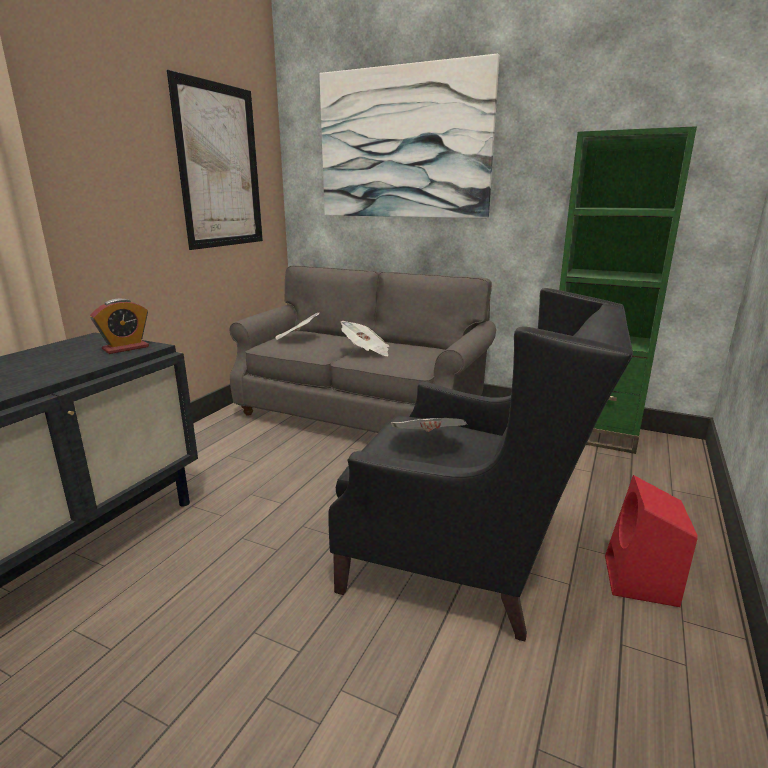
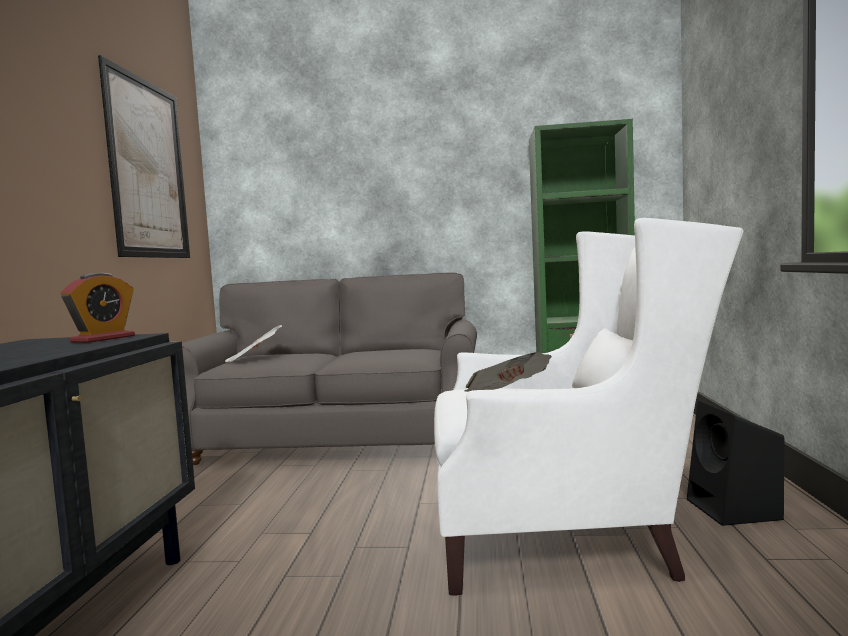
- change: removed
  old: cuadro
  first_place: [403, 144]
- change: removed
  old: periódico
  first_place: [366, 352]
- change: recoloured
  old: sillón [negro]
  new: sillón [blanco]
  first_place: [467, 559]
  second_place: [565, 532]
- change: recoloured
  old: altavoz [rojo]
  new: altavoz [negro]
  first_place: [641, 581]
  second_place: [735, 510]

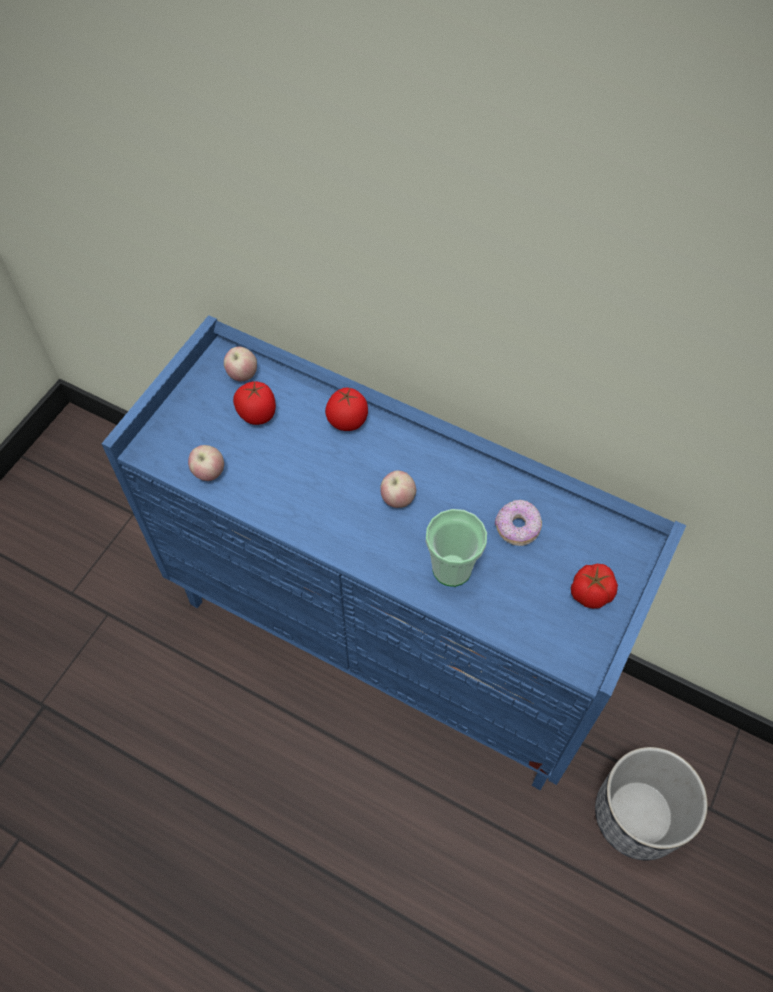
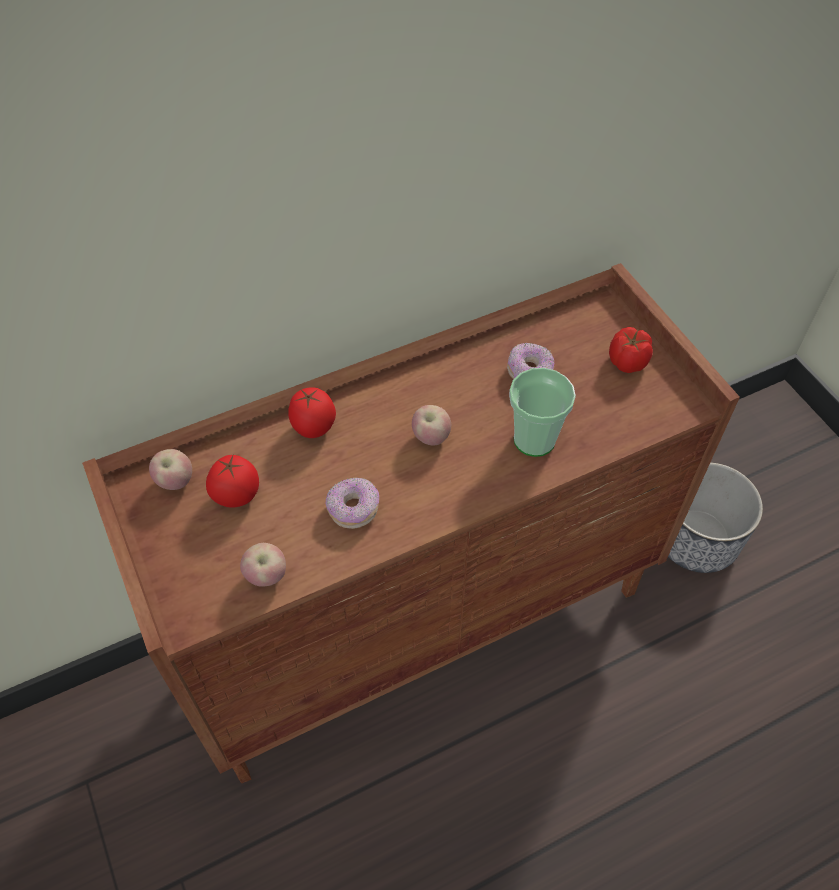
- change: added
  new: rosquilla
  second_place: [353, 509]
- change: recoloured
  old: armario [azul]
  new: armario [marrón]
  first_place: [388, 642]
  second_place: [422, 625]

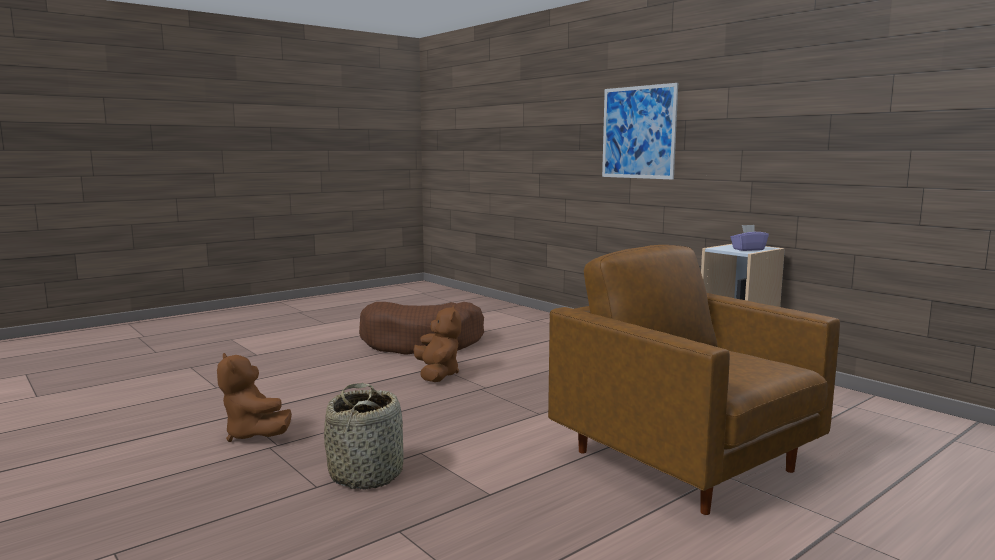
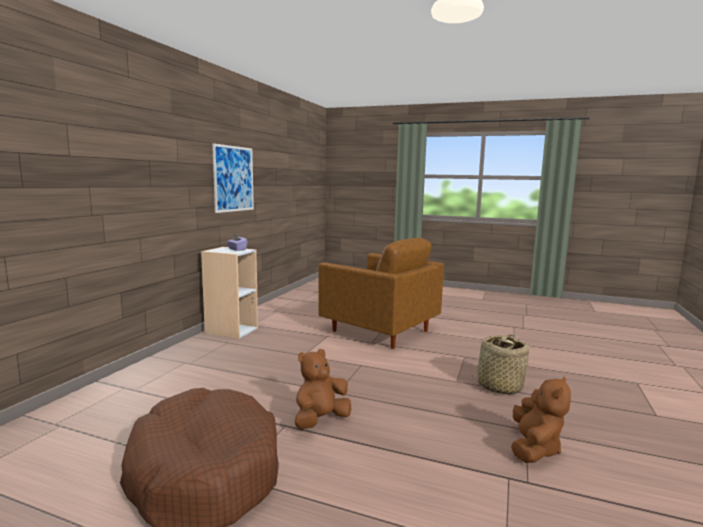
- change: moved
  old: cuadro
  first_place: [638, 132]
  second_place: [234, 179]
- change: turned
  old: sillón [marrón]
  first_place: [686, 462]
  second_place: [379, 331]
  degrees: -75

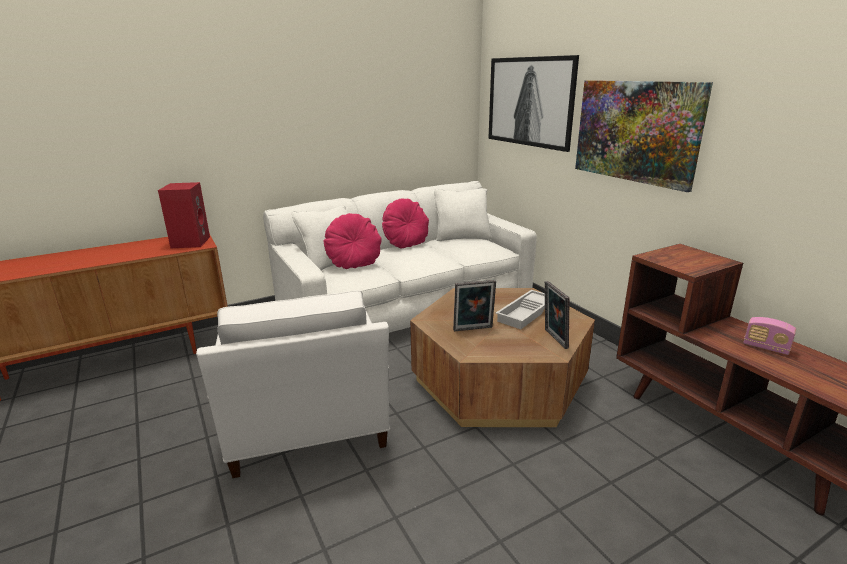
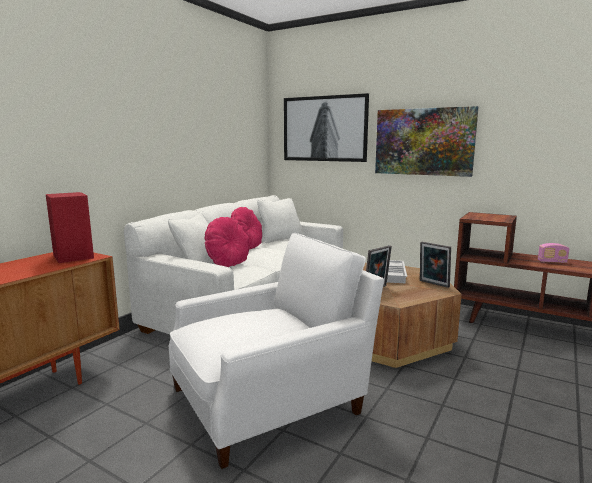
- change: turned
  old: sillón [blanco]
  first_place: [306, 418]
  second_place: [269, 399]
  degrees: -75

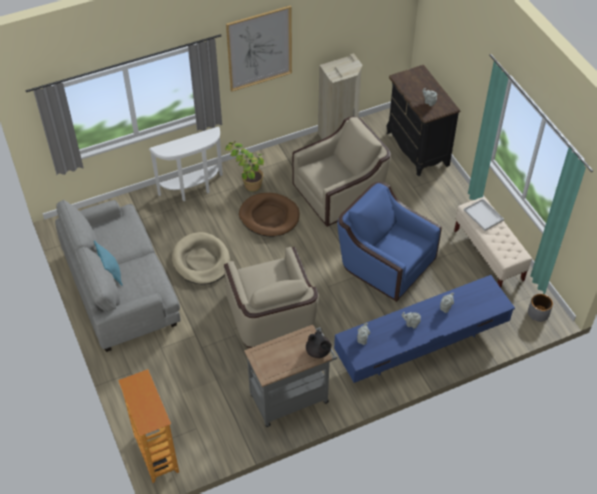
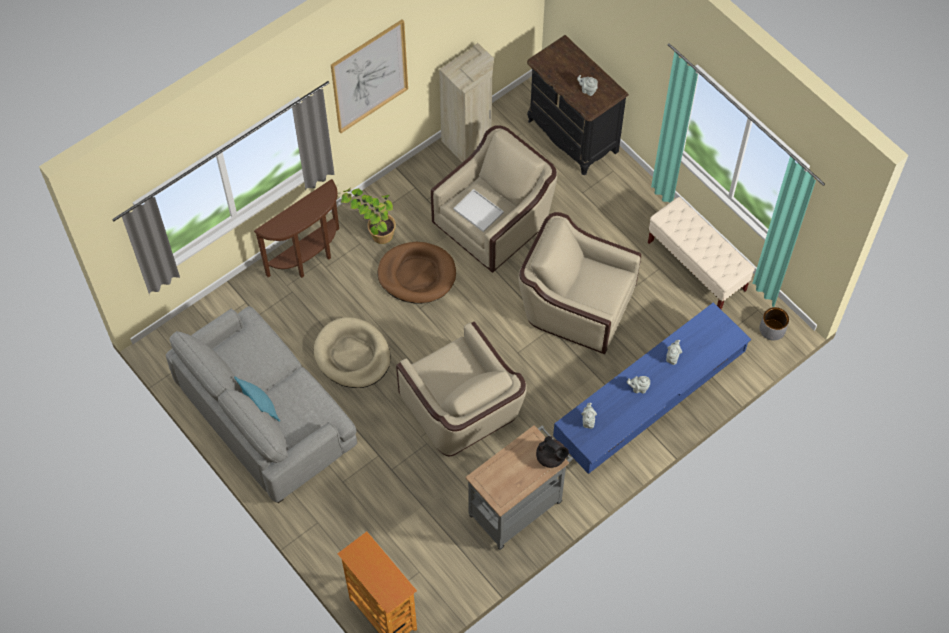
- change: moved
  old: bandeja [blanco]
  first_place: [482, 215]
  second_place: [477, 211]
- change: recoloured
  old: mesa consola [blanco]
  new: mesa consola [marrón]
  first_place: [193, 190]
  second_place: [309, 258]
- change: recoloured
  old: sillón [azul]
  new: sillón [beis]
  first_place: [384, 260]
  second_place: [575, 302]

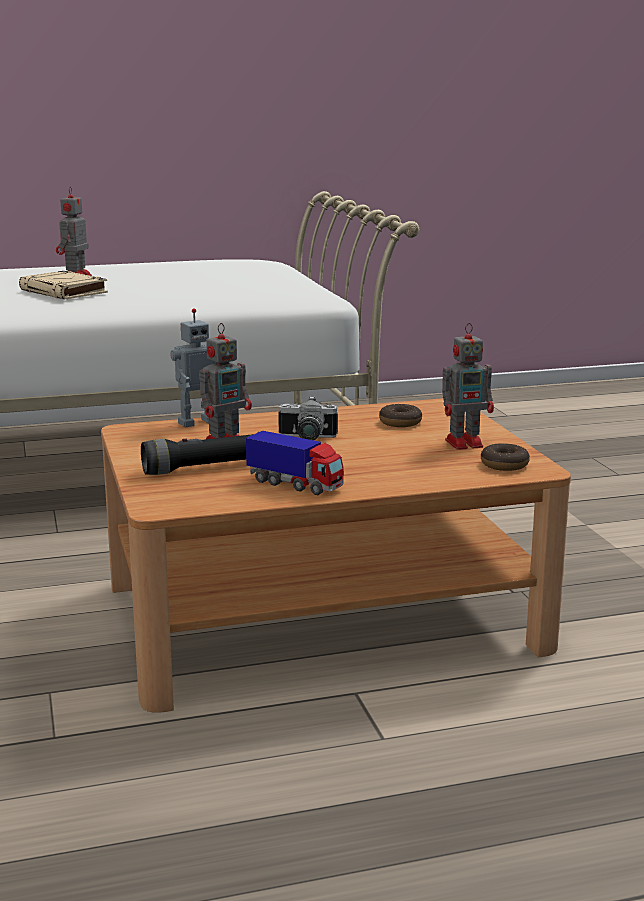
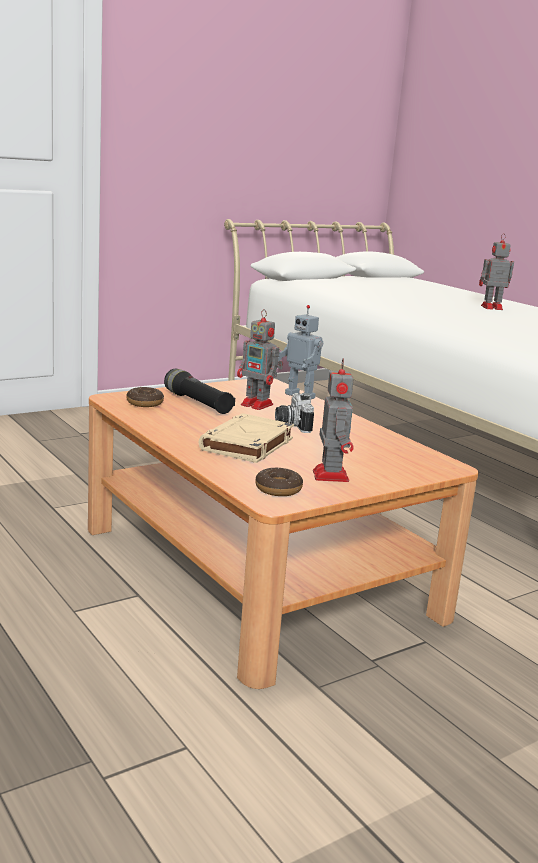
- change: removed
  old: camión de juguete
  first_place: [295, 484]
- change: moved
  old: libro [beis]
  first_place: [64, 292]
  second_place: [247, 445]
- change: moved
  old: rosquilla
  first_place: [400, 422]
  second_place: [145, 403]
- change: turned
  old: robot de juguete
  first_place: [466, 443]
  second_place: [330, 475]
  degrees: -150

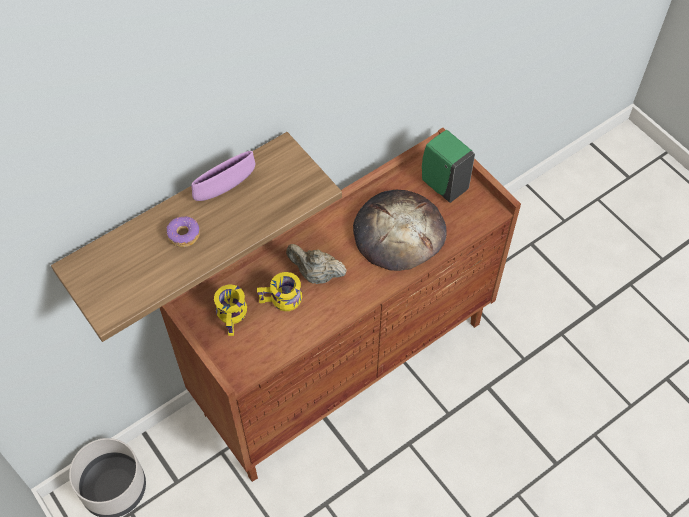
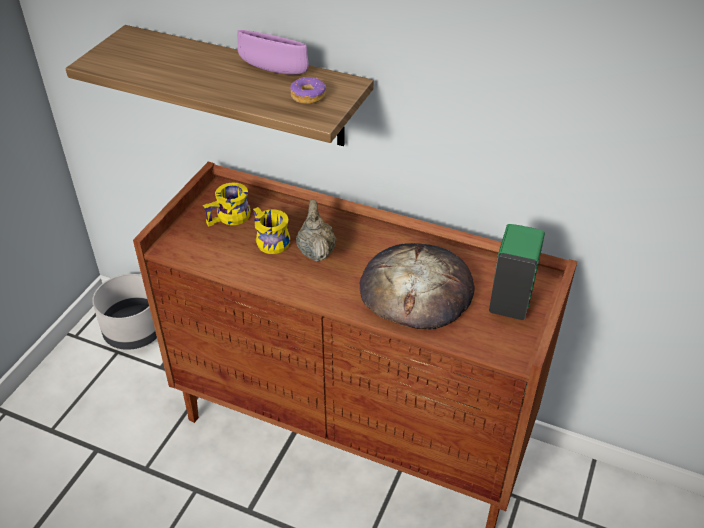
- change: moved
  old: rosquilla
  first_place: [183, 235]
  second_place: [308, 96]

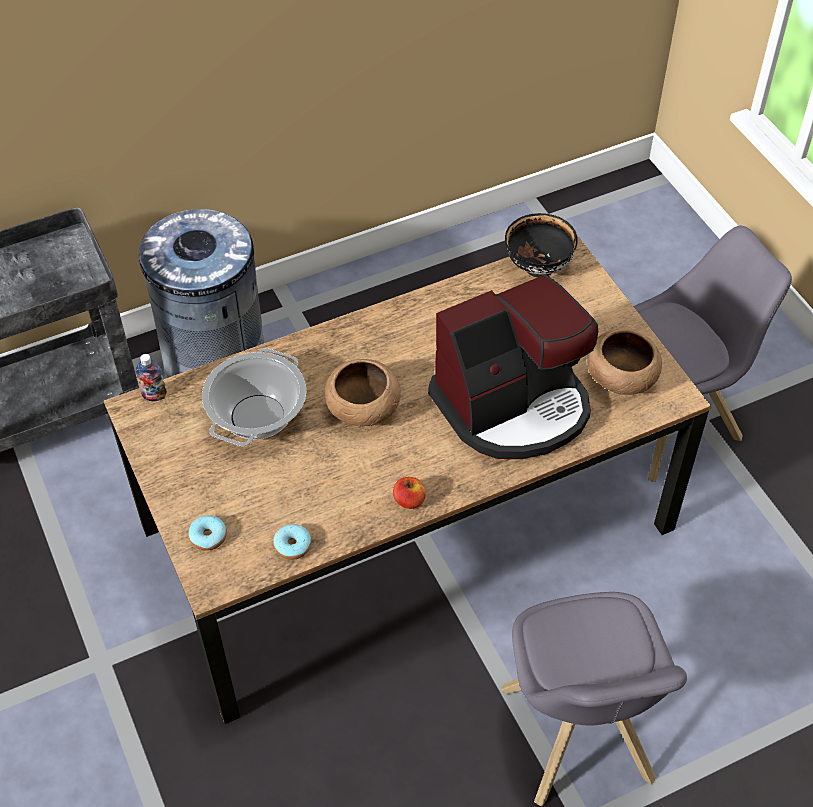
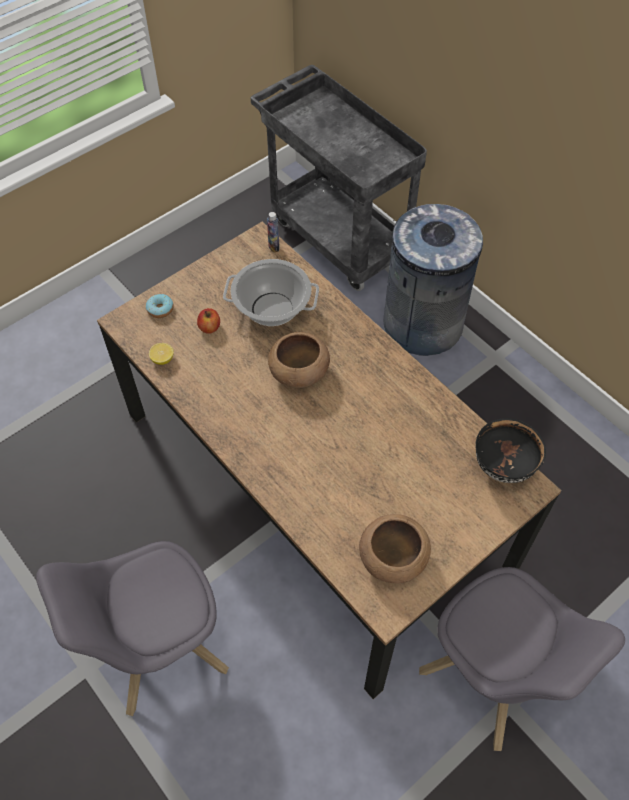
- change: removed
  old: cafetera
  first_place: [513, 406]
- change: moved
  old: manzana
  first_place: [409, 500]
  second_place: [209, 327]
- change: replaced
  old: rosquilla
  new: limón
  first_place: [292, 546]
  second_place: [162, 359]

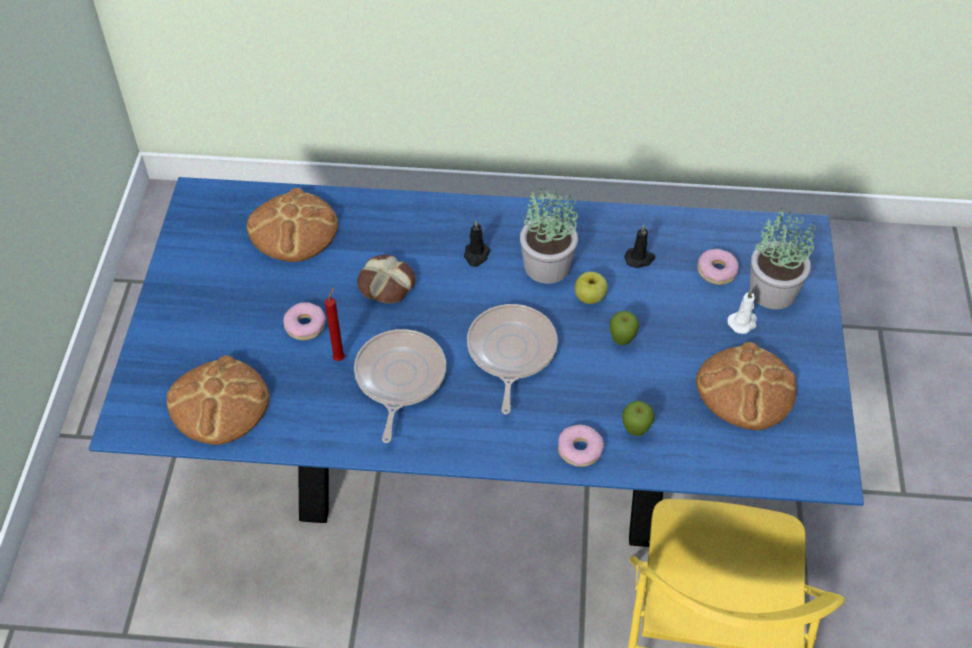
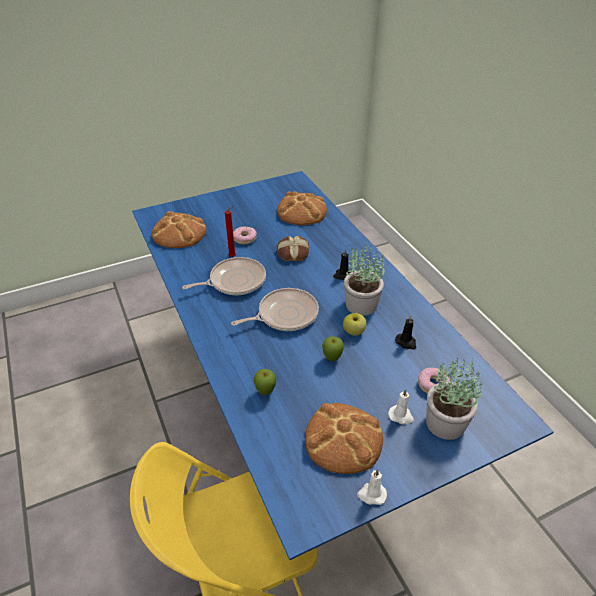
- change: removed
  old: rosquilla
  first_place: [580, 449]
- change: added
  new: vela [blanco]
  second_place: [371, 494]

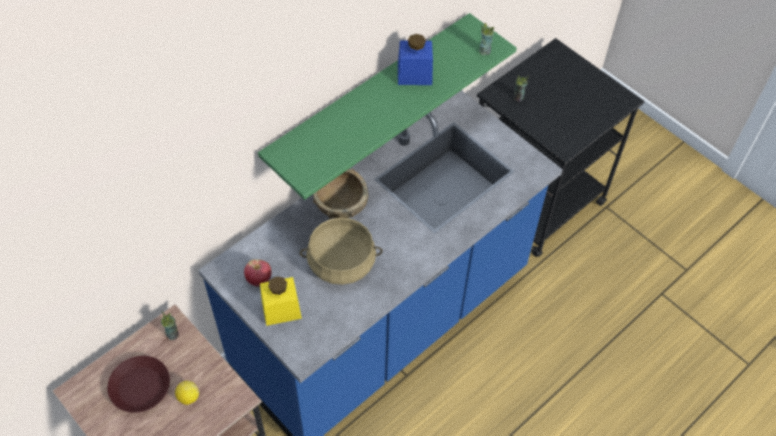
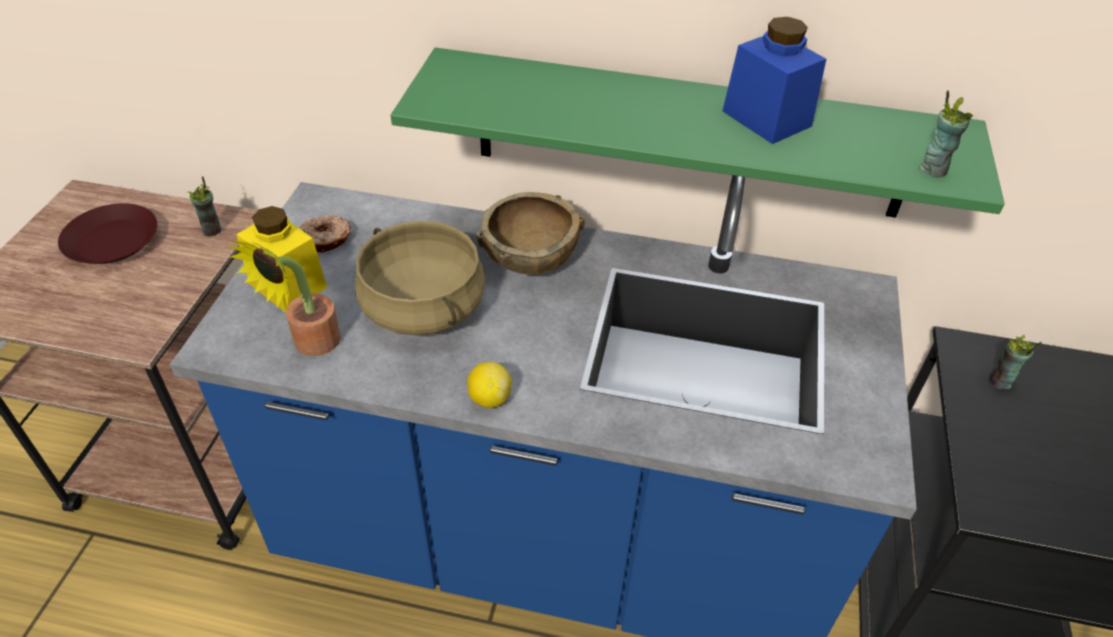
- change: added
  new: planta en maceta
  second_place: [310, 345]
- change: moved
  old: limón
  first_place: [188, 397]
  second_place: [489, 398]
- change: replaced
  old: manzana
  new: rosquilla
  first_place: [259, 280]
  second_place: [325, 240]

